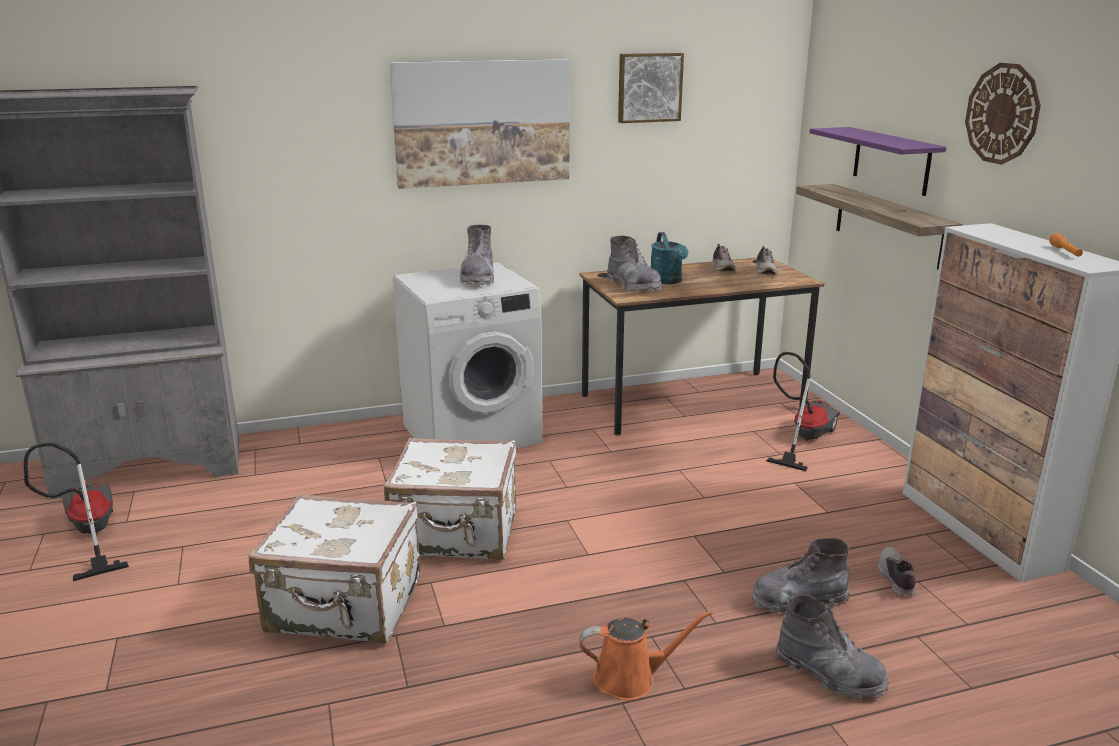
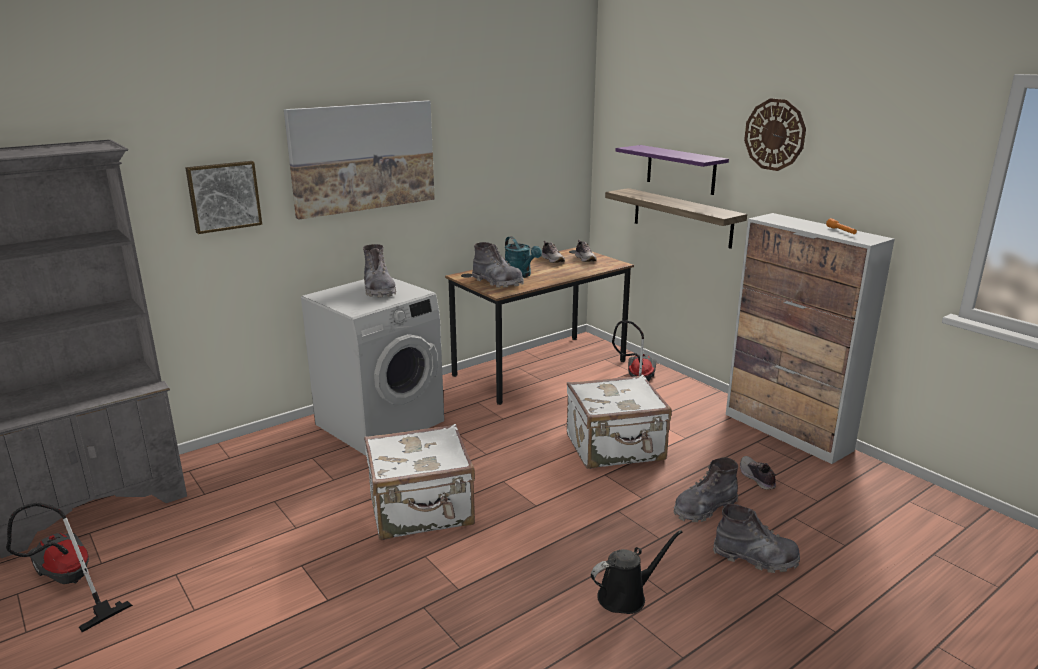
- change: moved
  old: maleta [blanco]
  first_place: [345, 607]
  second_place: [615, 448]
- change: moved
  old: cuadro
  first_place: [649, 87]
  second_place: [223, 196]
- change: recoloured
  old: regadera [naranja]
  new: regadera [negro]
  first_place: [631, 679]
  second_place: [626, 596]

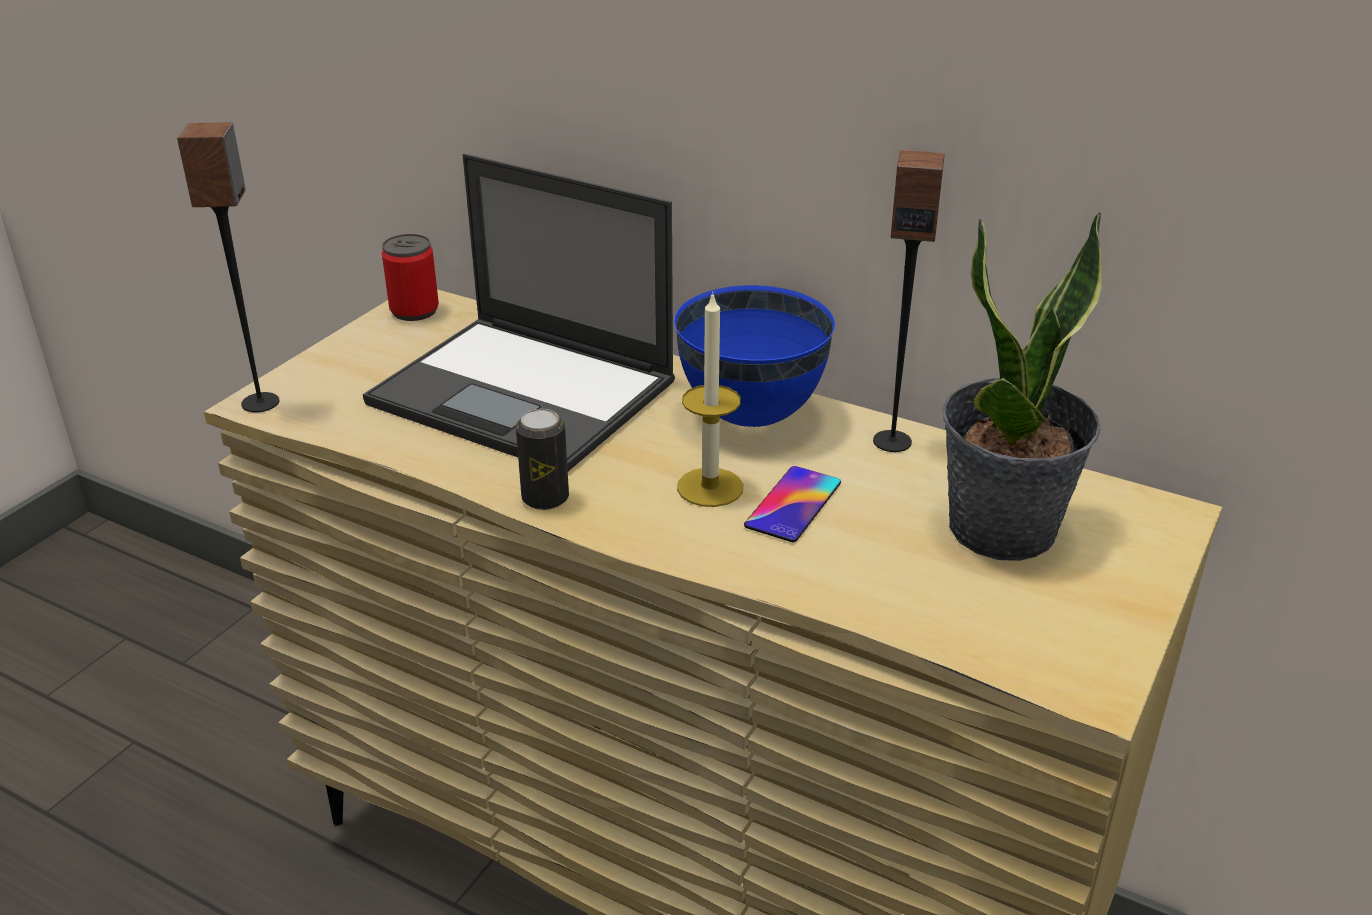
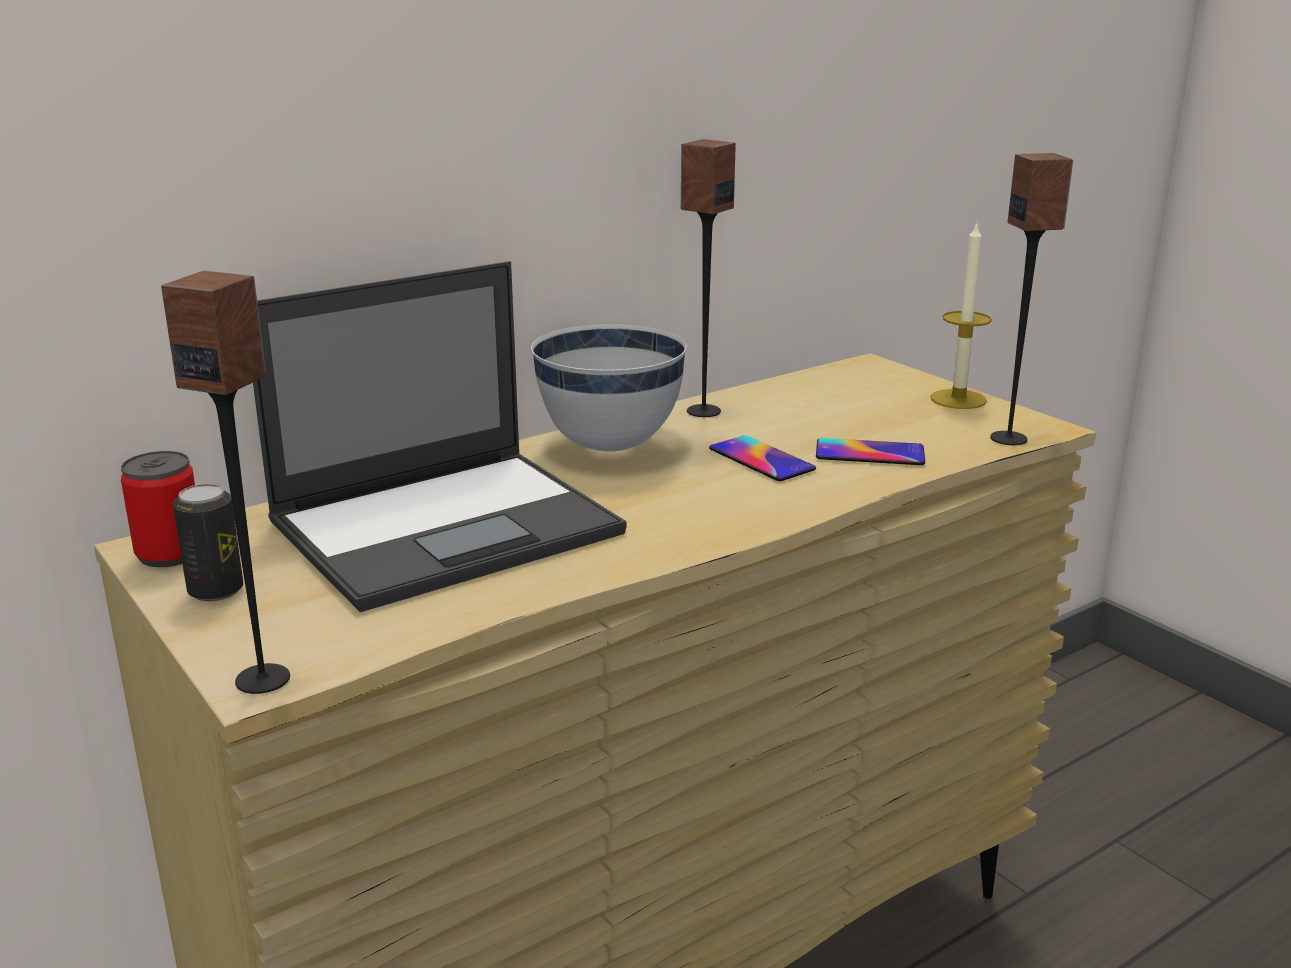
- change: removed
  old: planta en maceta
  first_place: [1003, 530]
- change: added
  new: móvil
  second_place: [870, 453]
- change: added
  new: altavoz
  second_place: [1009, 438]
- change: moved
  old: lata
  first_place: [545, 498]
  second_place: [215, 590]
- change: moved
  old: vela
  first_place: [710, 487]
  second_place: [958, 399]
- change: recoloured
  old: cuenco [azul]
  new: cuenco [blanco]
  first_place: [750, 416]
  second_place: [610, 447]

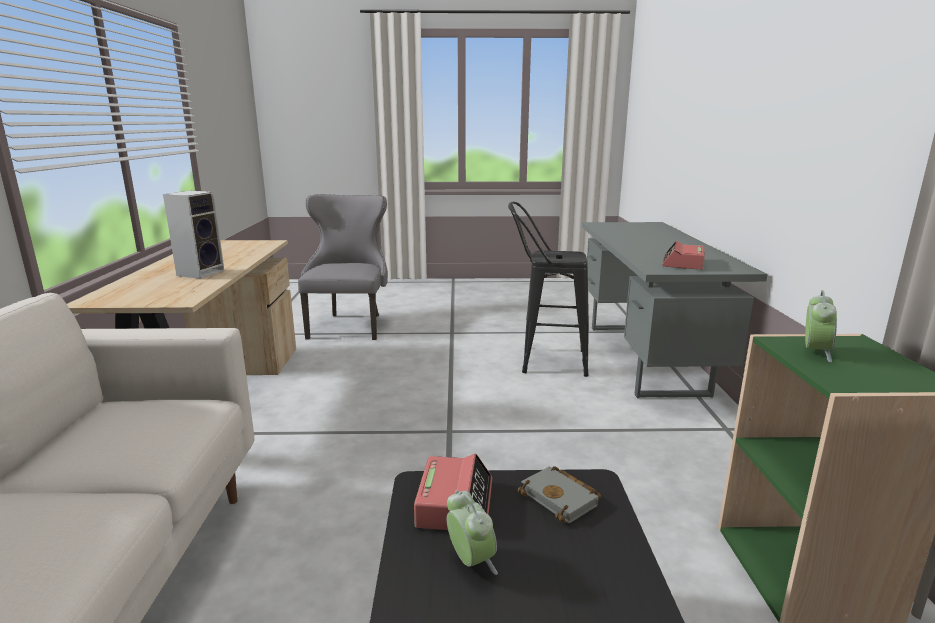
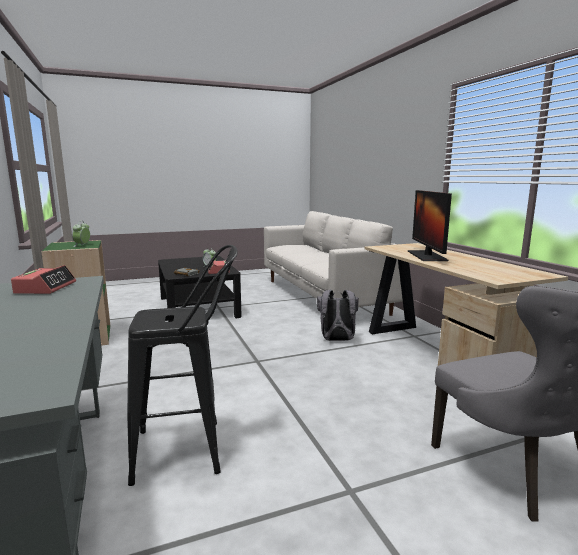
- change: added
  new: mochila [gris]
  second_place: [336, 340]
- change: replaced
  old: altavoz
  new: monitor
  first_place: [201, 272]
  second_place: [426, 256]

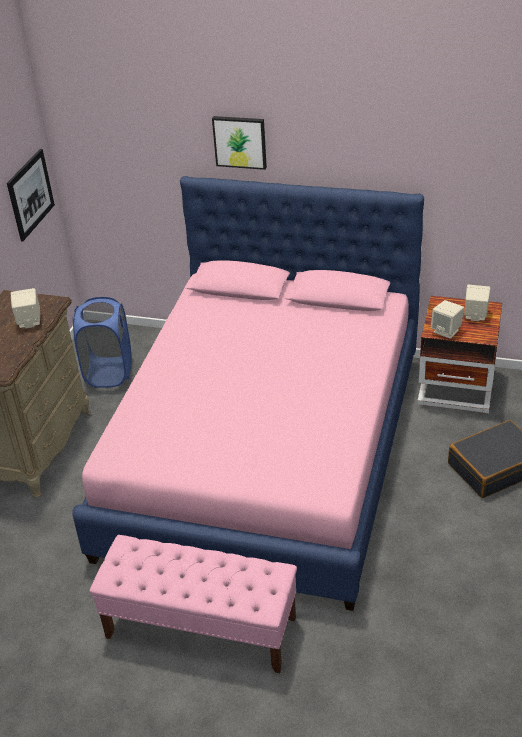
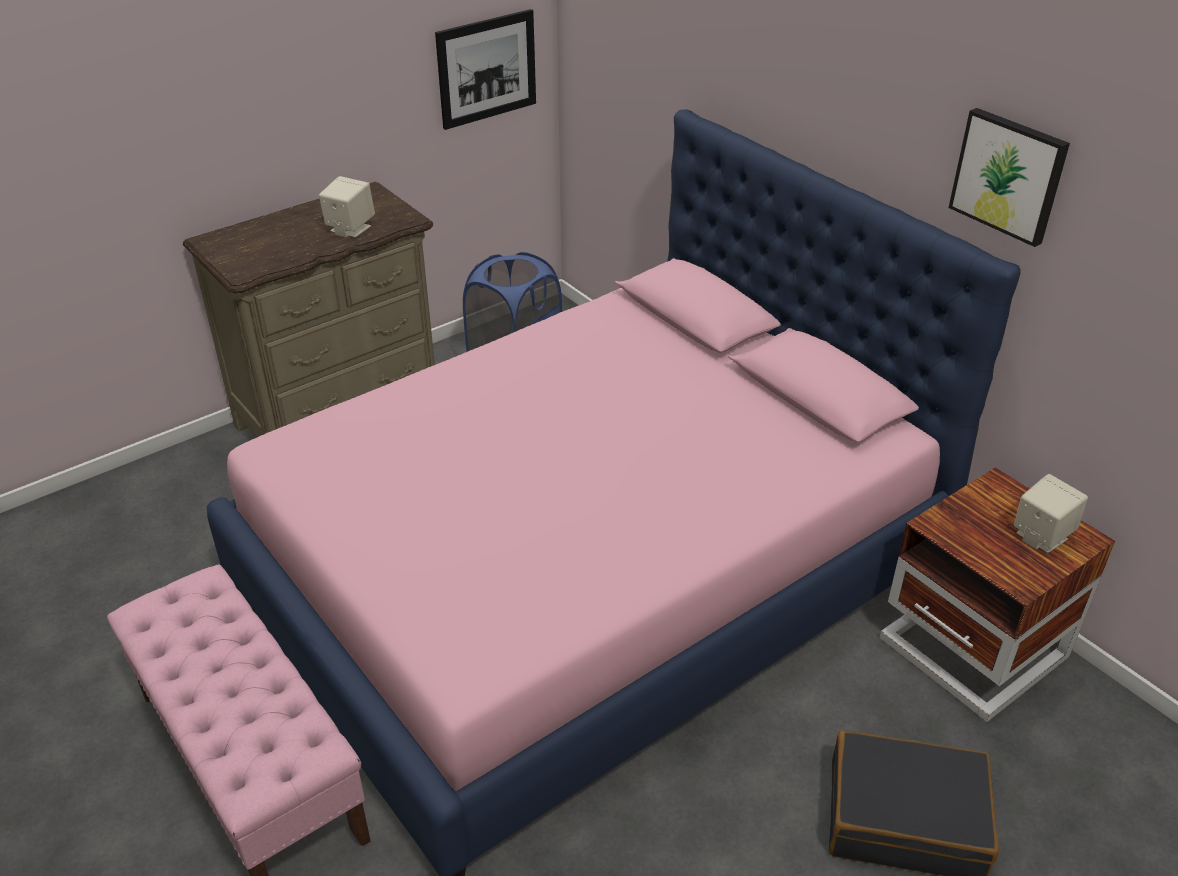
- change: removed
  old: altavoz [beis]
  first_place: [446, 331]
- change: moved
  old: cuadro
  first_place: [240, 141]
  second_place: [1009, 175]

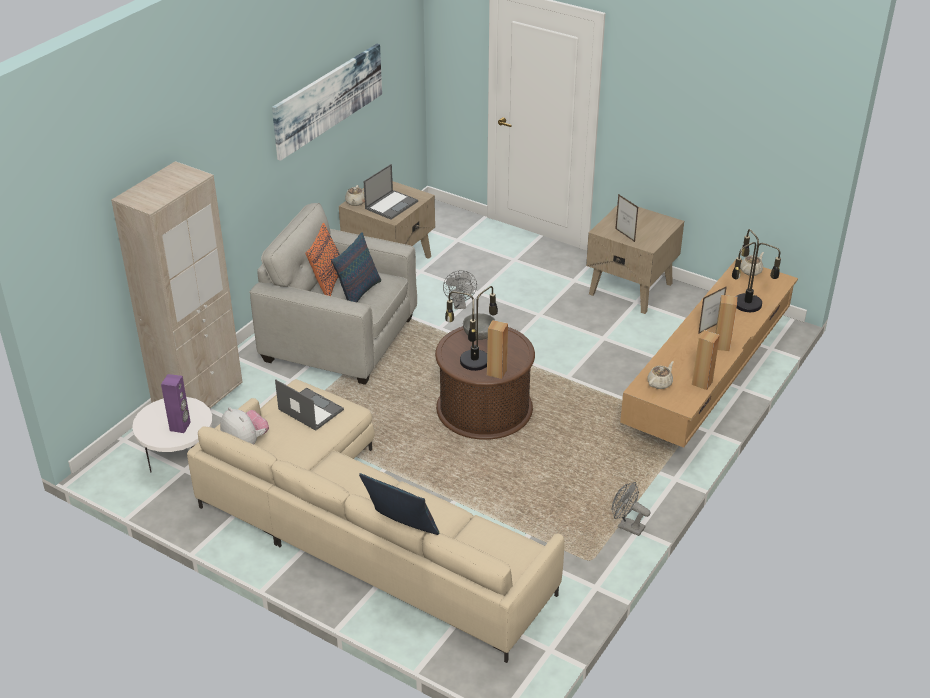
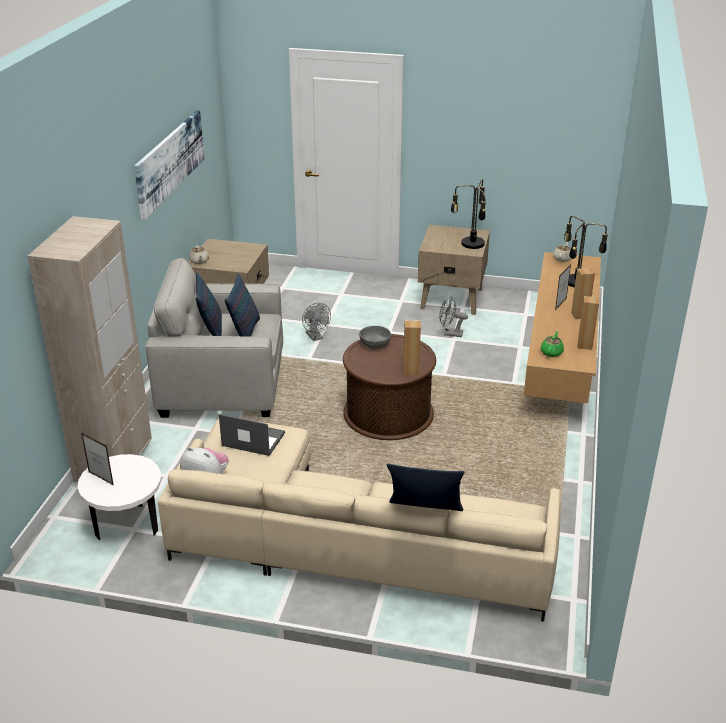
- change: removed
  old: altavoz [morado]
  first_place: [180, 426]
- change: removed
  old: portátil
  first_place: [391, 205]
- change: moved
  old: lámpara de mesa
  first_place: [474, 361]
  second_place: [472, 243]
- change: moved
  old: ventilador [gris]
  first_place: [627, 526]
  second_place: [450, 333]
- change: moved
  old: portarretratos
  first_place: [625, 235]
  second_place: [101, 478]
- change: recoloured
  old: cojín [naranja]
  new: cojín [azul]
  first_place: [328, 283]
  second_place: [211, 330]
- change: recoloured
  old: tetera [beis]
  new: tetera [verde]
  first_place: [660, 383]
  second_place: [551, 352]

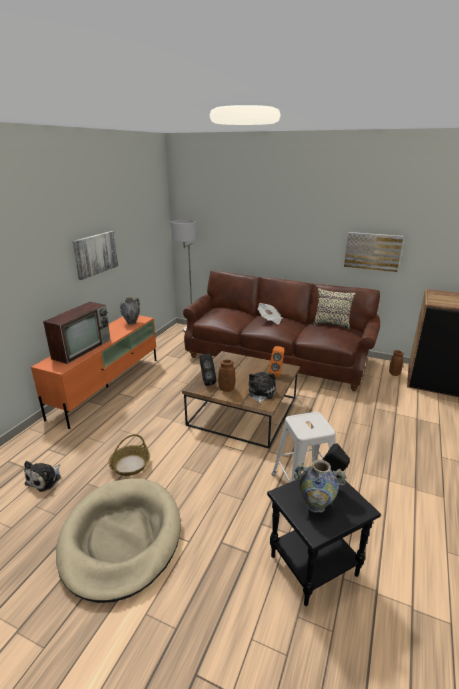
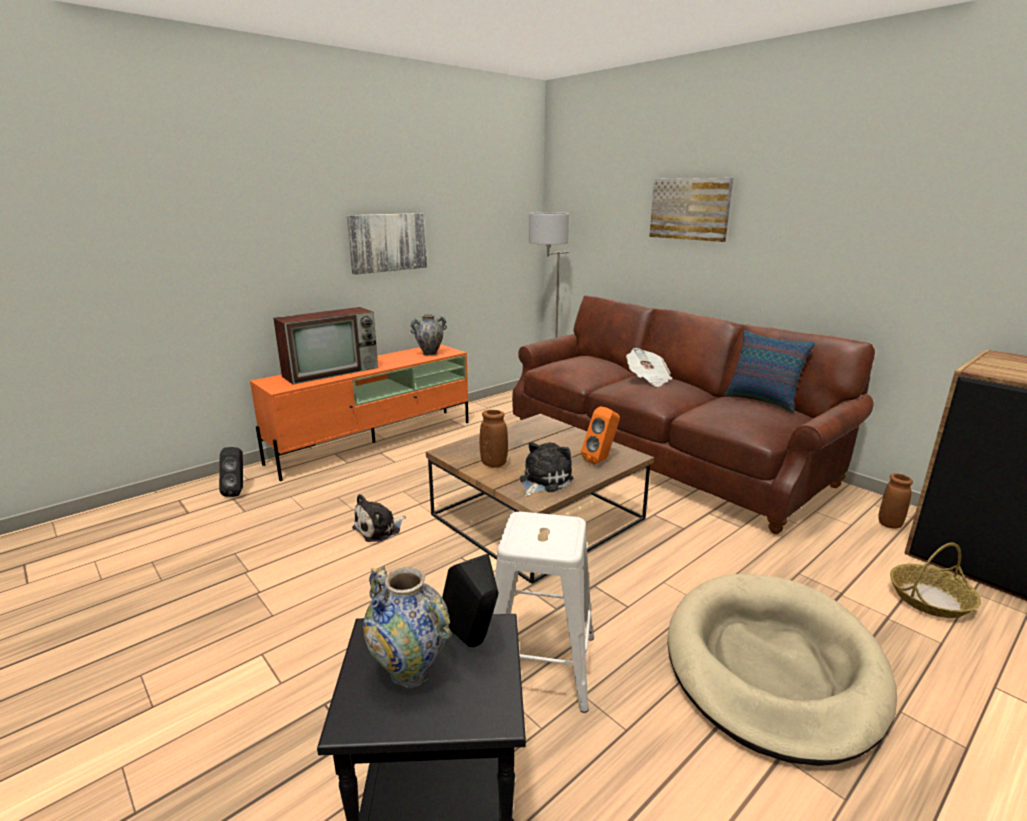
- change: moved
  old: peluche
  first_place: [45, 479]
  second_place: [379, 529]
- change: moved
  old: cama para perro [beis]
  first_place: [121, 538]
  second_place: [772, 666]
- change: moved
  old: cesta
  first_place: [130, 464]
  second_place: [930, 599]
- change: moved
  old: altavoz [negro]
  first_place: [206, 382]
  second_place: [237, 491]
- change: moved
  old: cuadro
  first_place: [372, 251]
  second_place: [690, 209]
- change: recoloured
  old: cojín [beis]
  new: cojín [azul]
  first_place: [331, 324]
  second_place: [762, 401]

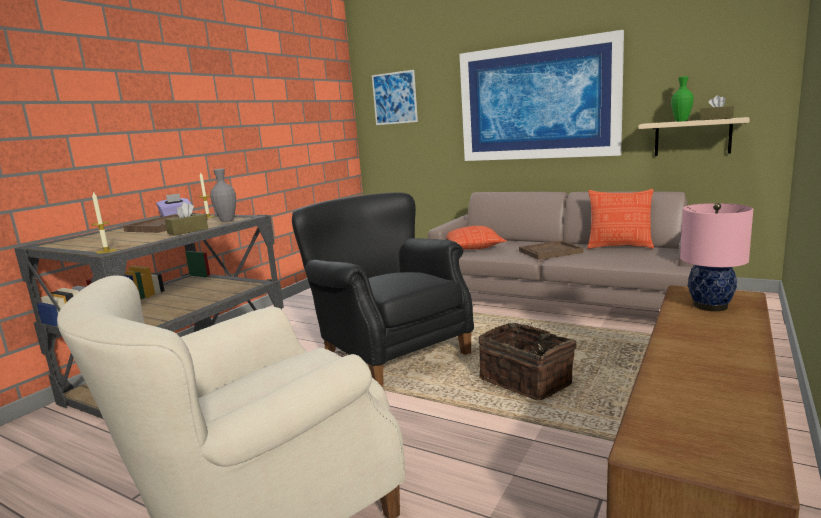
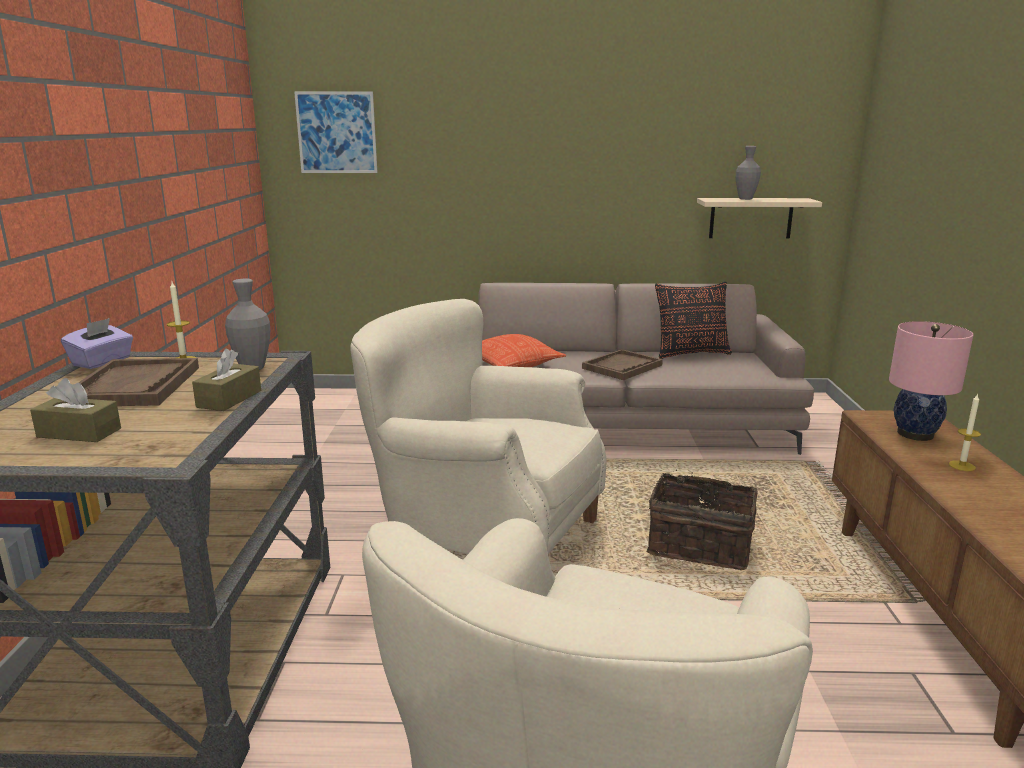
- change: removed
  old: cuadro
  first_place: [537, 102]
- change: moved
  old: vela
  first_place: [106, 251]
  second_place: [962, 466]
- change: moved
  old: caja de pañuelos [marrón]
  first_place: [716, 119]
  second_place: [79, 433]
- change: recoloured
  old: sillón [negro]
  new: sillón [beis]
  first_place: [390, 350]
  second_place: [483, 534]
- change: recoloured
  old: cojín [naranja]
  new: cojín [negro]
  first_place: [619, 247]
  second_place: [691, 354]
- change: recoloured
  old: florero [verde]
  new: florero [gris]
  first_place: [681, 121]
  second_place: [745, 199]

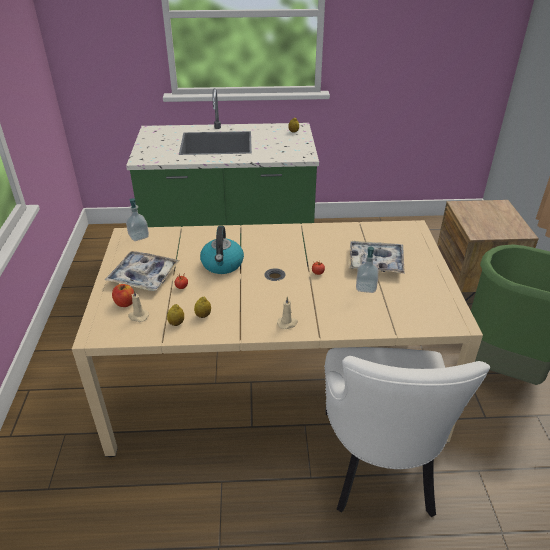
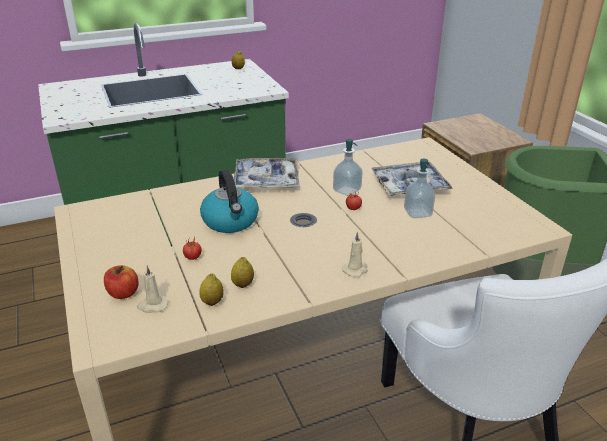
- change: moved
  old: bandeja
  first_place: [144, 276]
  second_place: [266, 180]
- change: moved
  old: dispensador de jabón
  first_place: [138, 236]
  second_place: [347, 190]

